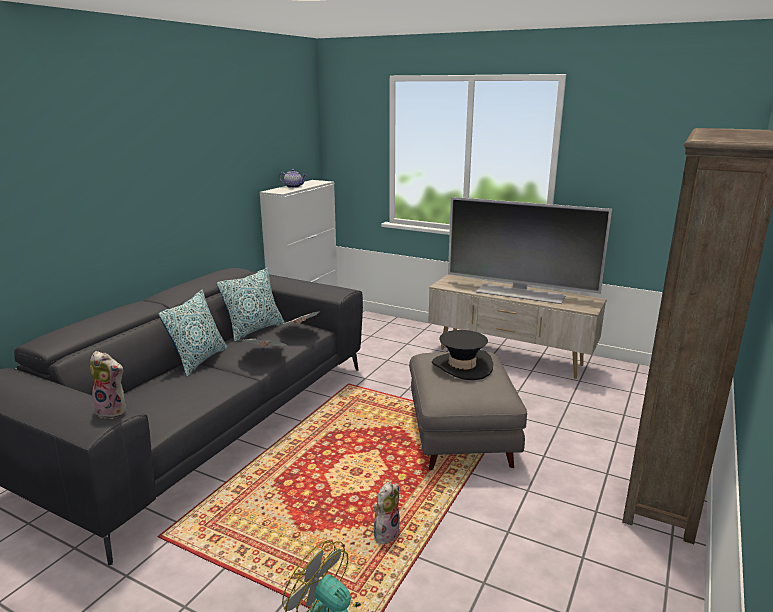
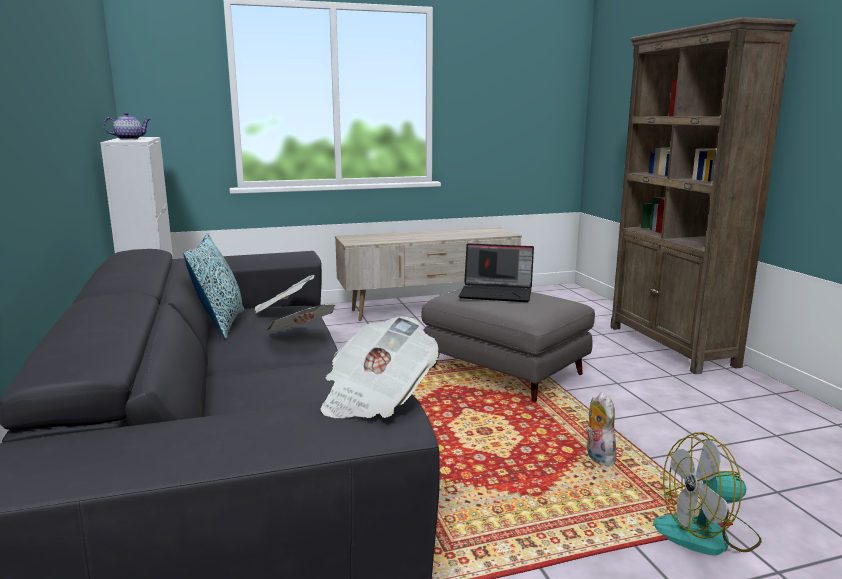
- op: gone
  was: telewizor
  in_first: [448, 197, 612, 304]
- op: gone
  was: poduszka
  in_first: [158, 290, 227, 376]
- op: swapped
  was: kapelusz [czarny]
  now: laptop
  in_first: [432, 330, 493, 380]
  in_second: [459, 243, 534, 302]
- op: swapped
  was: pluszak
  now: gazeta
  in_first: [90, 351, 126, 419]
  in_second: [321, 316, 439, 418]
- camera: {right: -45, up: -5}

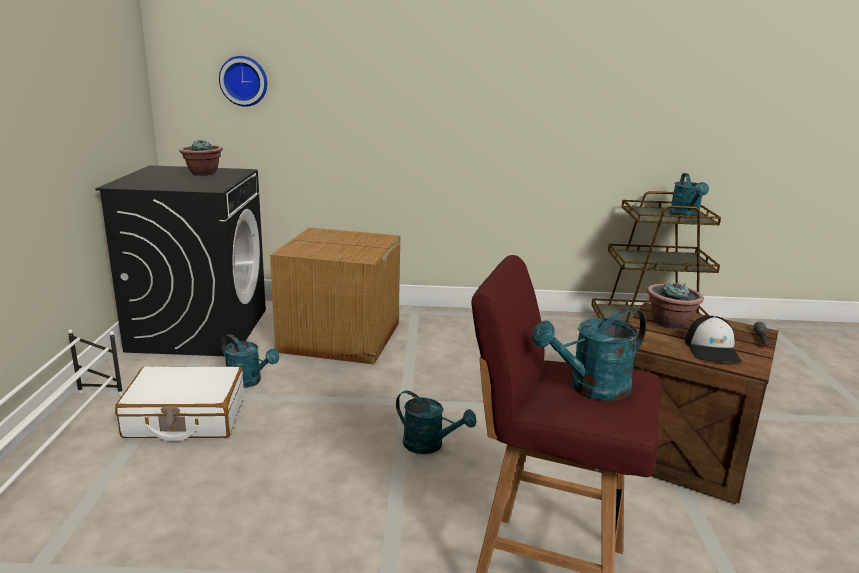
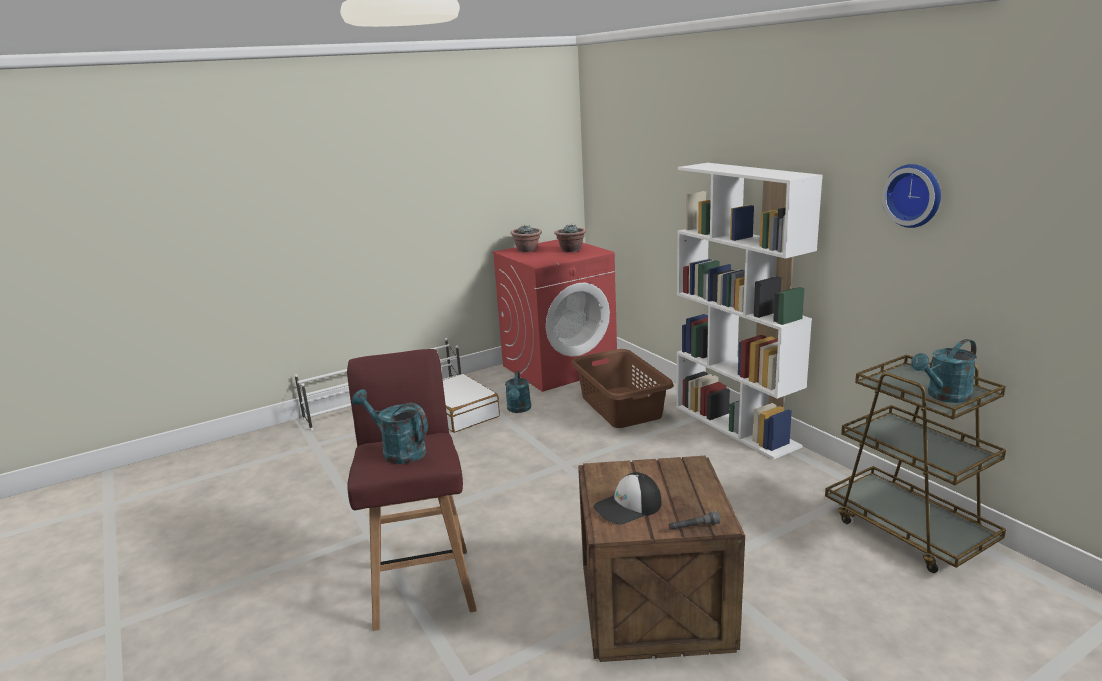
- op: shifted
  was: zegar ścienny
  in_first: [219, 56, 267, 107]
  in_second: [882, 164, 941, 228]
- op: repainted
  was: pralka [czarny]
  now: pralka [czerwony]
  in_first: [95, 165, 266, 356]
  in_second: [492, 239, 617, 392]
- op: swapped
  was: karton
  now: kosz na pranie [brązowy]
  in_first: [270, 228, 400, 365]
  in_second: [571, 349, 674, 428]
- op: shifted
  was: roślina doniczkowa
  in_first: [647, 281, 704, 329]
  in_second: [511, 225, 542, 252]
- op: gone
  was: konewka [turkusowy]
  in_first: [396, 390, 477, 454]
- op: new
  now: regał [biały]
  in_second: [676, 163, 823, 460]
- camera: {right: 60, up: 0}

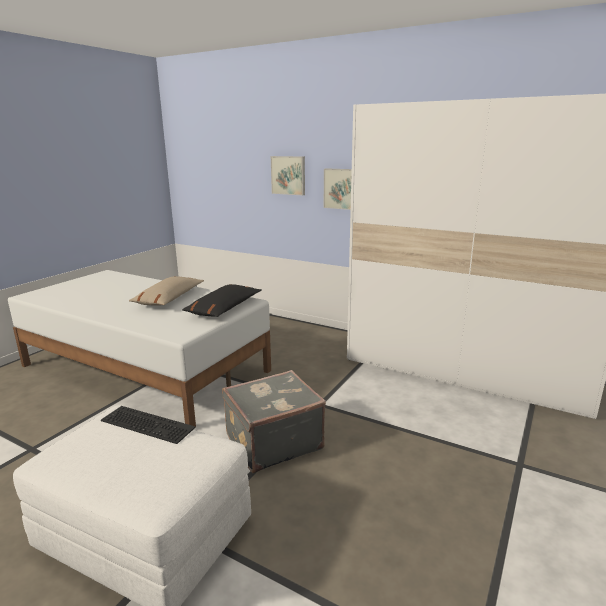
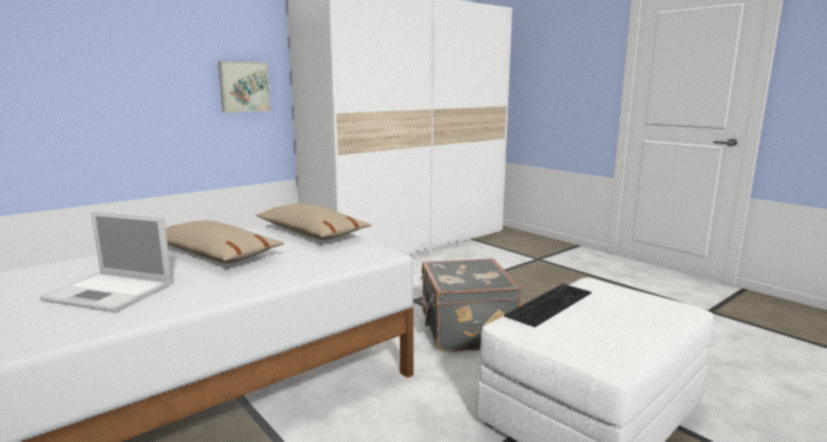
- op: gone
  was: obraz
  in_first: [271, 156, 305, 196]
- op: repainted
  was: poduszka [czarny]
  now: poduszka [beżowy]
  in_first: [182, 284, 262, 317]
  in_second: [256, 203, 372, 240]
- op: new
  now: laptop
  in_second: [39, 211, 172, 312]
- camera: {right: -70, up: -5}

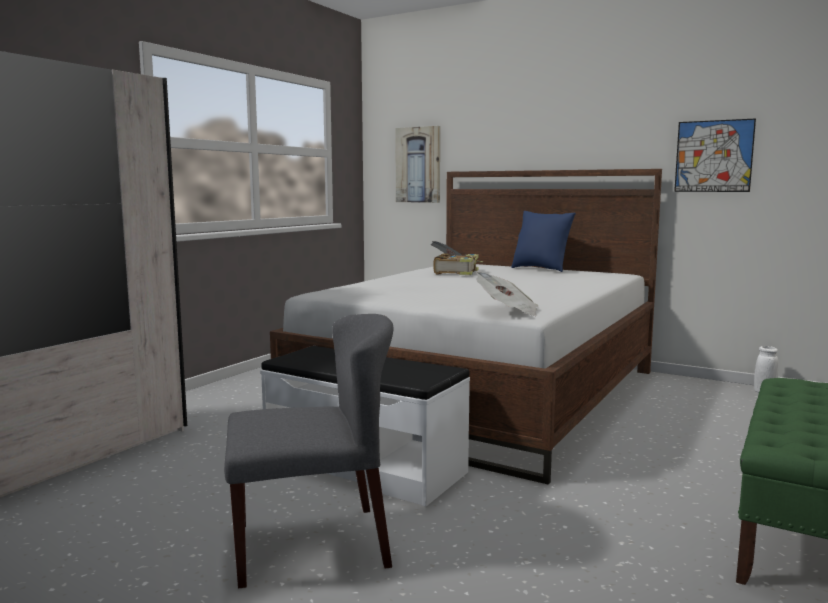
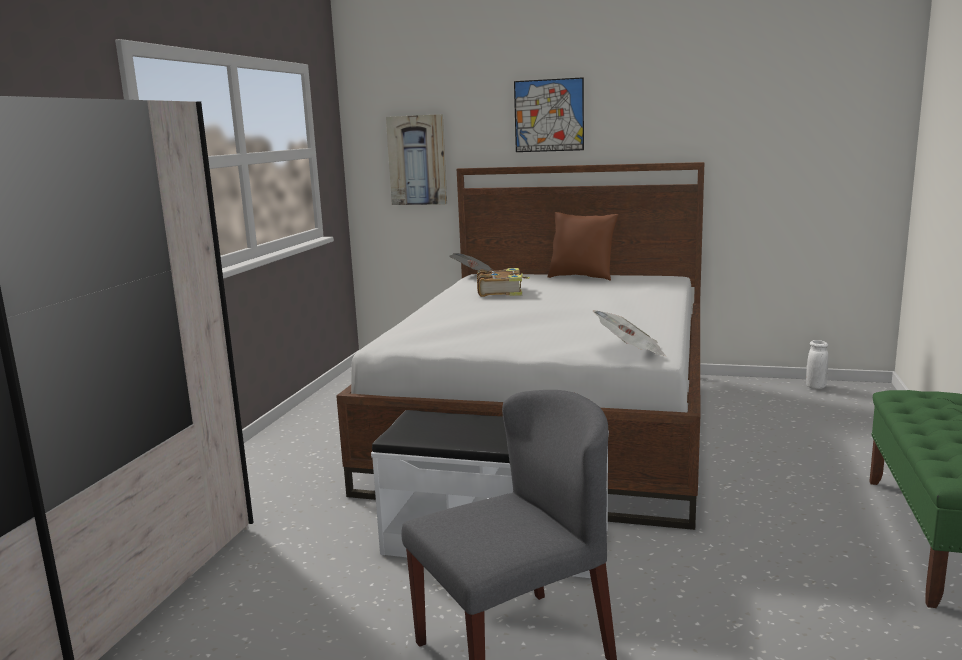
- op: shifted
  was: obraz
  in_first: [674, 118, 756, 192]
  in_second: [514, 77, 584, 152]
- op: repainted
  was: poduszka [niebieski]
  now: poduszka [brązowy]
  in_first: [511, 211, 576, 272]
  in_second: [548, 212, 619, 281]
- camera: {right: -15, up: 5}

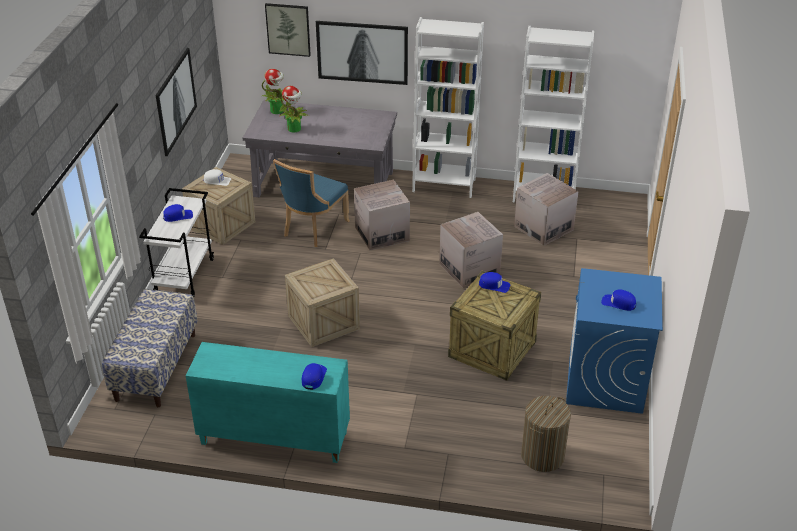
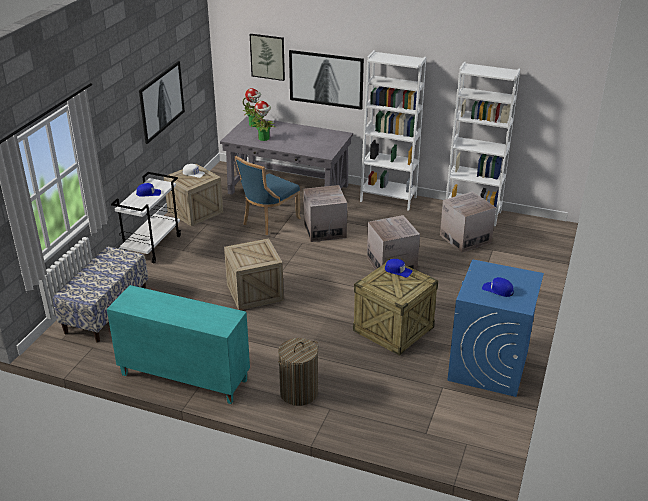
- op: gone
  was: czapka z daszkiem [niebieski]
  in_first: [302, 363, 327, 390]
- op: shifted
  was: kosz na pranie
  in_first: [521, 396, 571, 472]
  in_second: [278, 338, 319, 406]
- camera: {right: 10, up: -5}

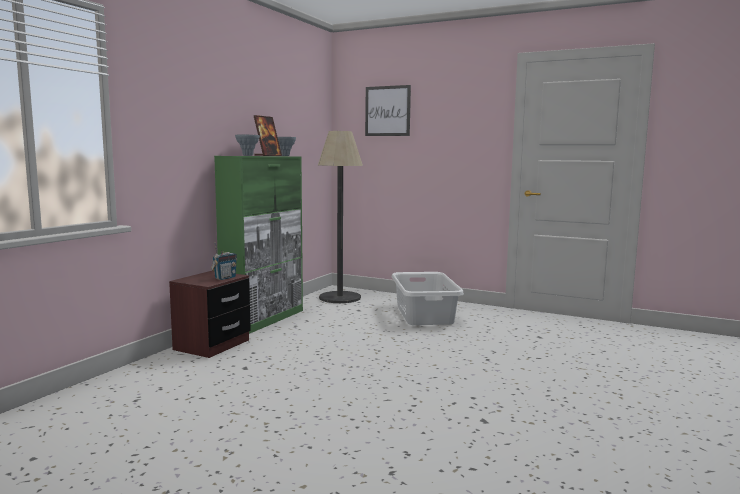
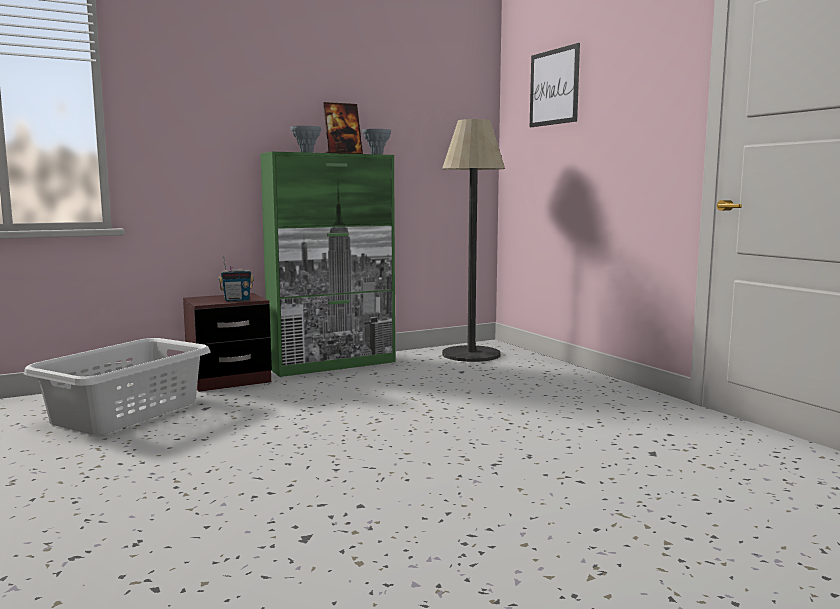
- op: shifted
  was: kosz na pranie [szary]
  in_first: [392, 272, 464, 325]
  in_second: [24, 338, 210, 435]
- camera: {right: 35, up: 0}

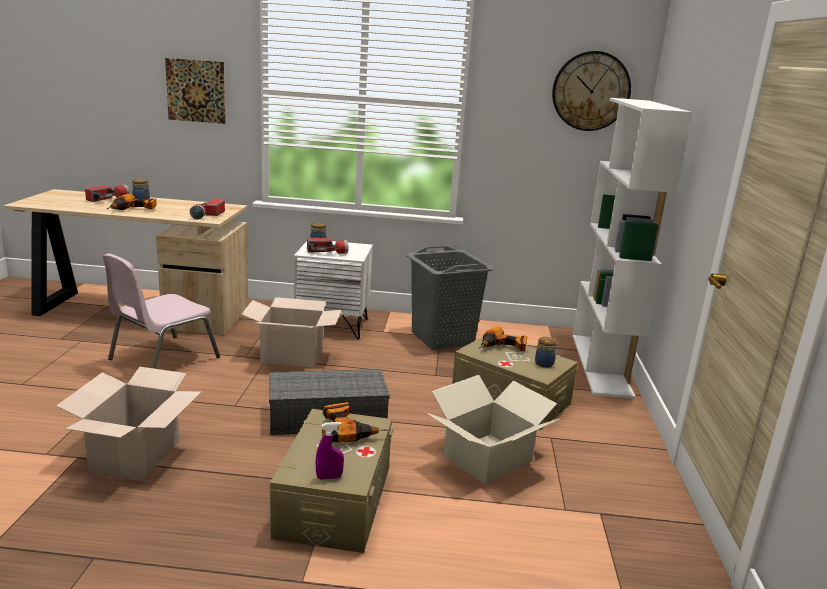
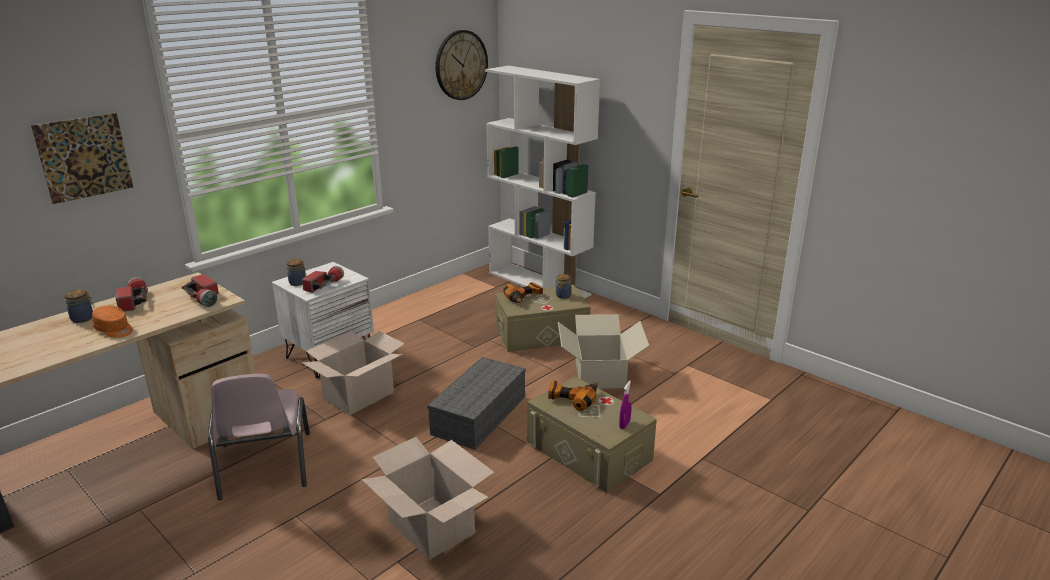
- op: shifted
  was: latarka
  in_first: [85, 184, 130, 202]
  in_second: [116, 277, 148, 312]
- op: swapped
  was: wiertarka
  now: czapka z daszkiem [pomarańczowy]
  in_first: [107, 194, 157, 210]
  in_second: [92, 305, 133, 338]
- op: gone
  was: kosz na pranie [szary]
  in_first: [406, 246, 494, 350]
- camera: {right: -50, up: 5}

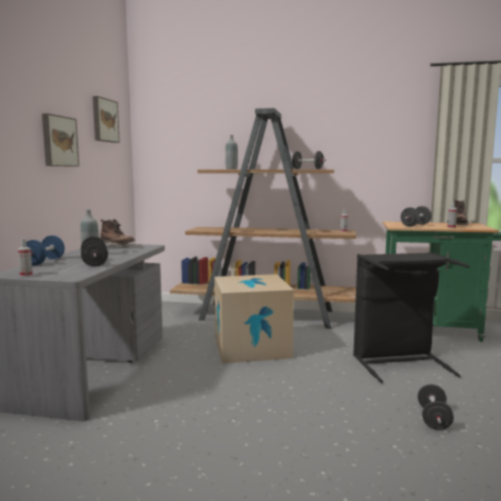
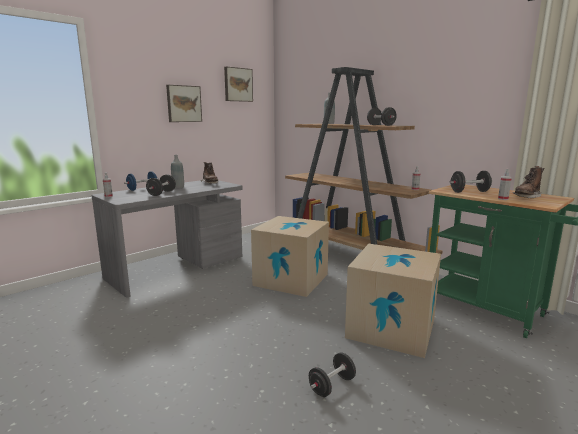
- op: swapped
  was: kosz na pranie [czarny]
  now: karton
  in_first: [353, 252, 469, 383]
  in_second: [345, 244, 441, 358]
- camera: {right: 35, up: 5}

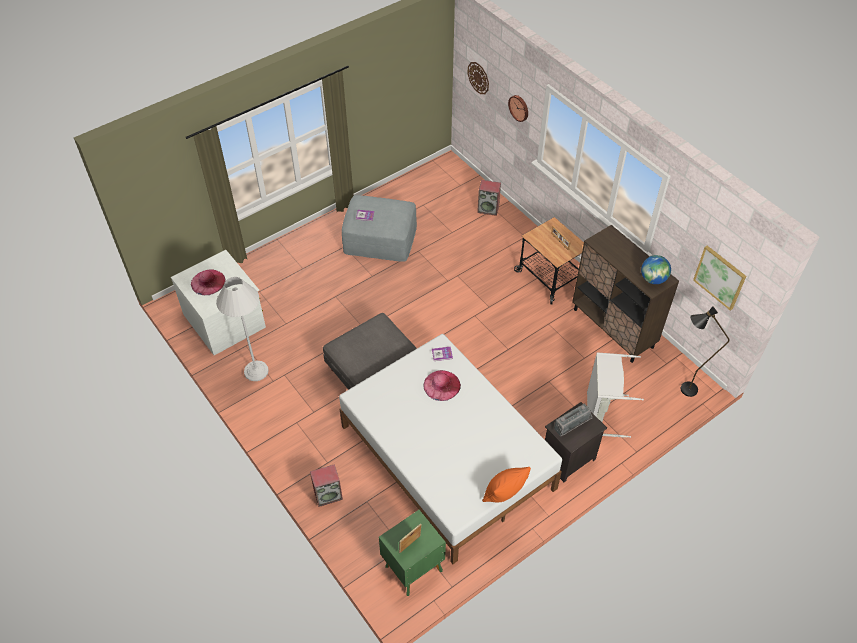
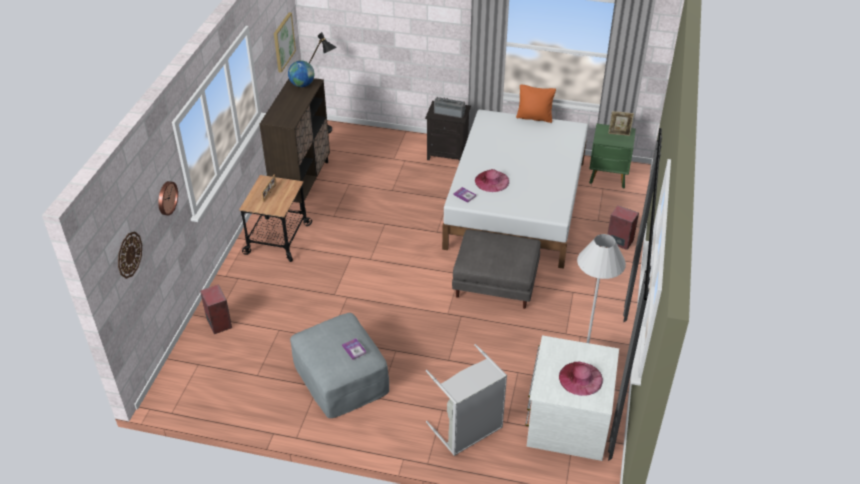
- op: shifted
  was: kosz na pranie [szary]
  in_first: [587, 352, 644, 438]
  in_second: [426, 344, 507, 456]
- camera: {right: -130, up: -10}

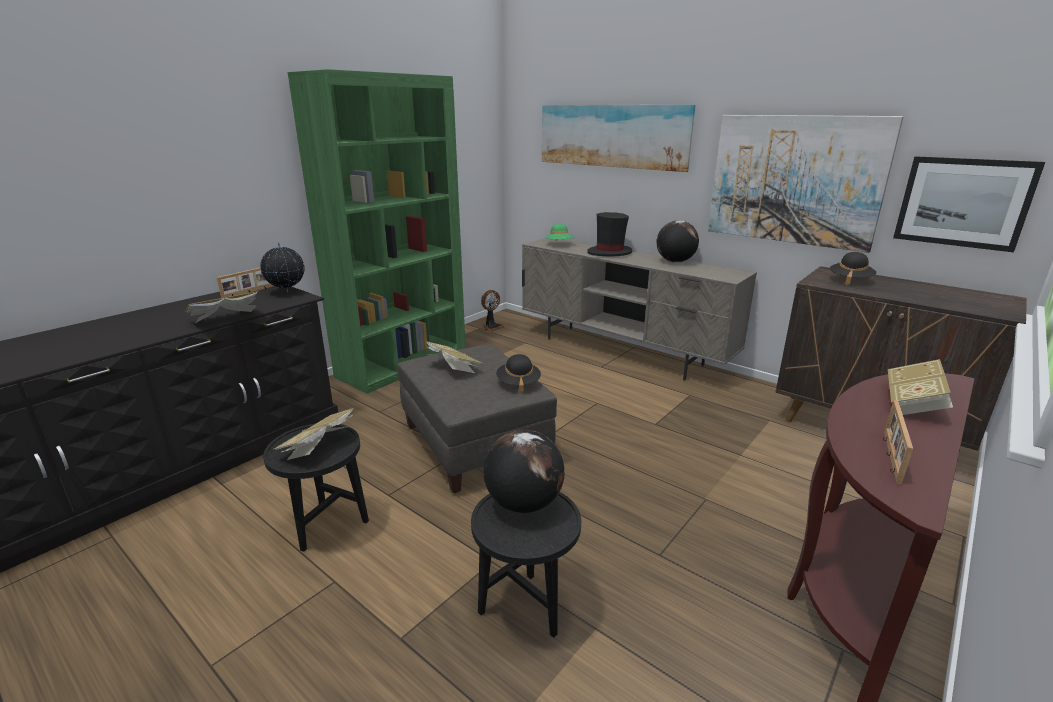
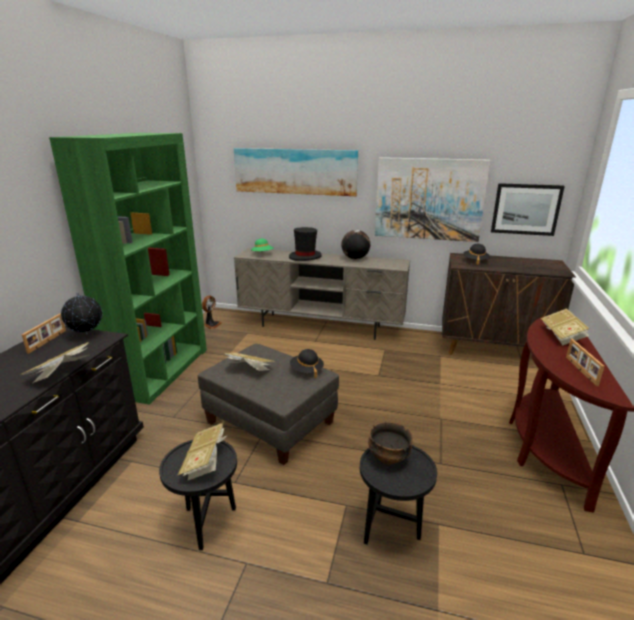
- op: swapped
  was: globus
  now: miska
  in_first: [483, 429, 565, 513]
  in_second: [368, 422, 413, 464]
- camera: {right: -25, up: 0}

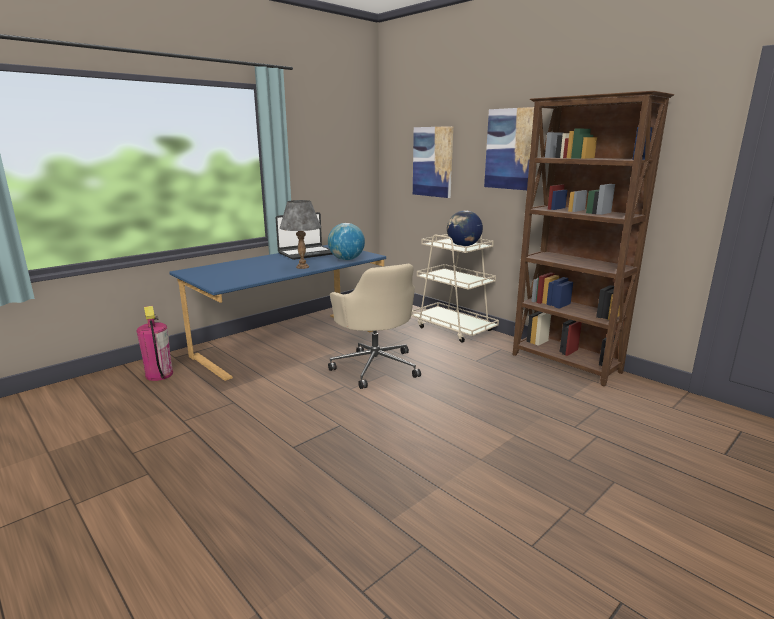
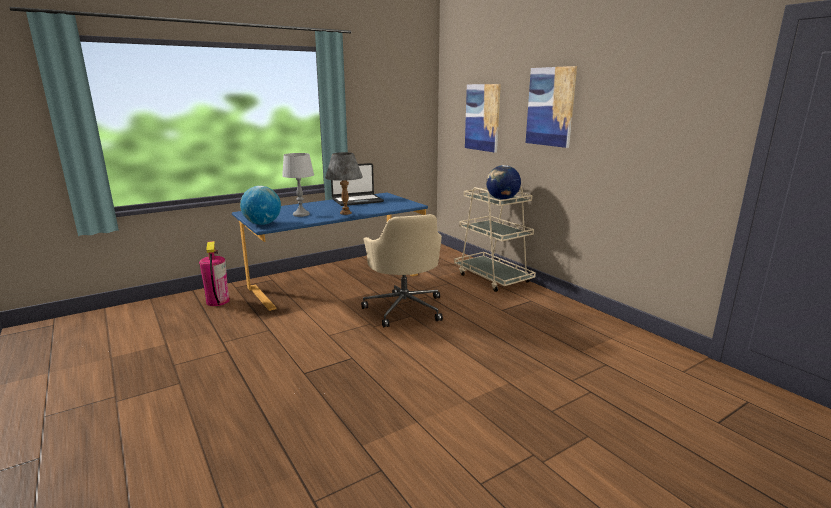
- op: gone
  was: regał [brązowy]
  in_first: [513, 91, 674, 386]
- op: shifted
  was: globus
  in_first: [328, 223, 365, 260]
  in_second: [240, 186, 281, 225]
- op: new
  now: lampa stołowa [szary]
  in_second: [282, 153, 314, 217]
- camera: {right: 10, up: 0}

